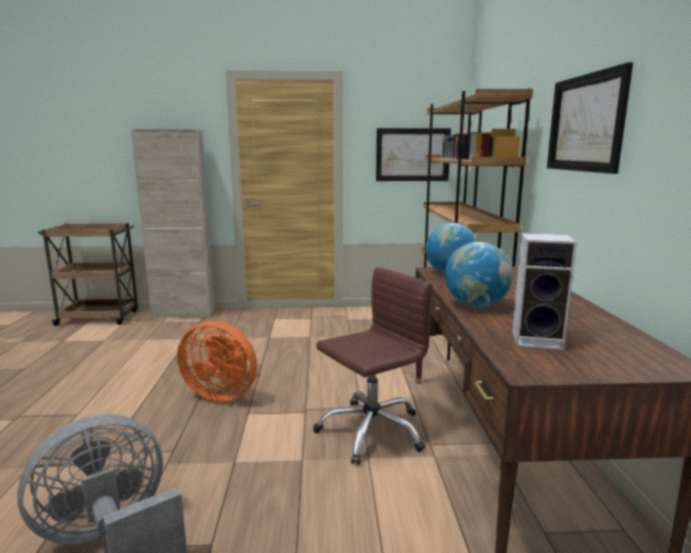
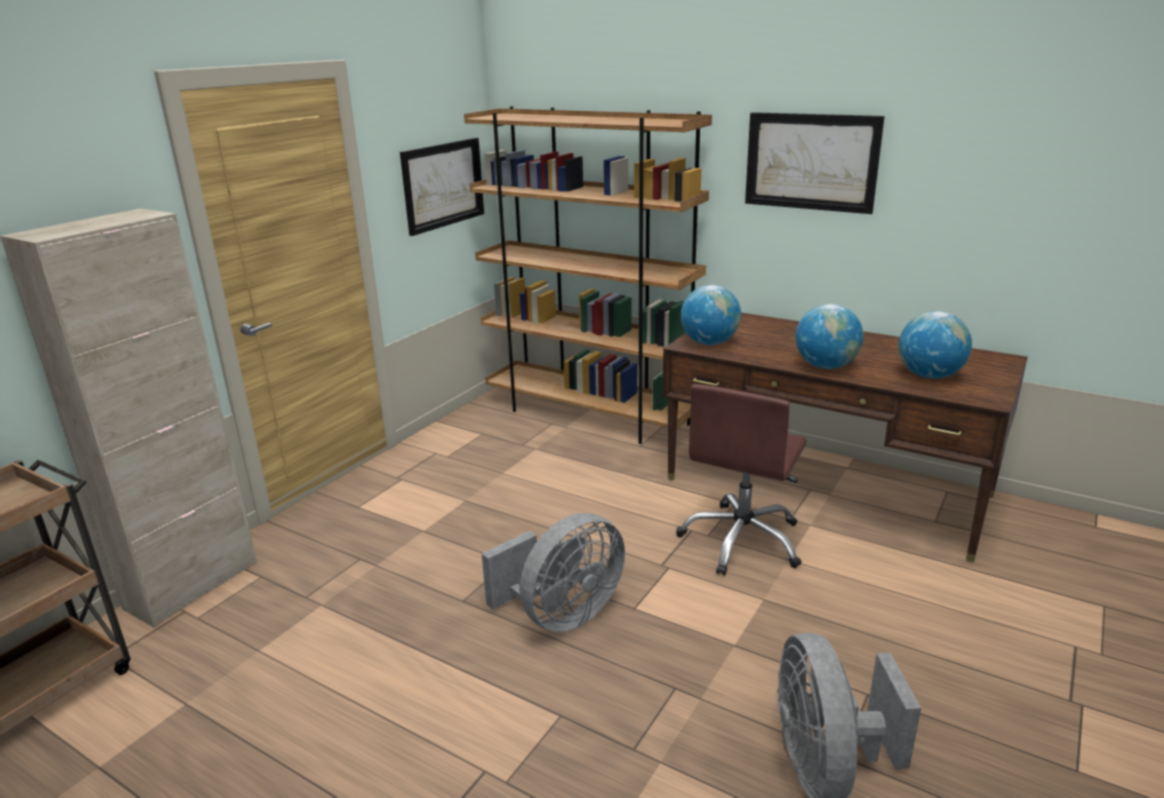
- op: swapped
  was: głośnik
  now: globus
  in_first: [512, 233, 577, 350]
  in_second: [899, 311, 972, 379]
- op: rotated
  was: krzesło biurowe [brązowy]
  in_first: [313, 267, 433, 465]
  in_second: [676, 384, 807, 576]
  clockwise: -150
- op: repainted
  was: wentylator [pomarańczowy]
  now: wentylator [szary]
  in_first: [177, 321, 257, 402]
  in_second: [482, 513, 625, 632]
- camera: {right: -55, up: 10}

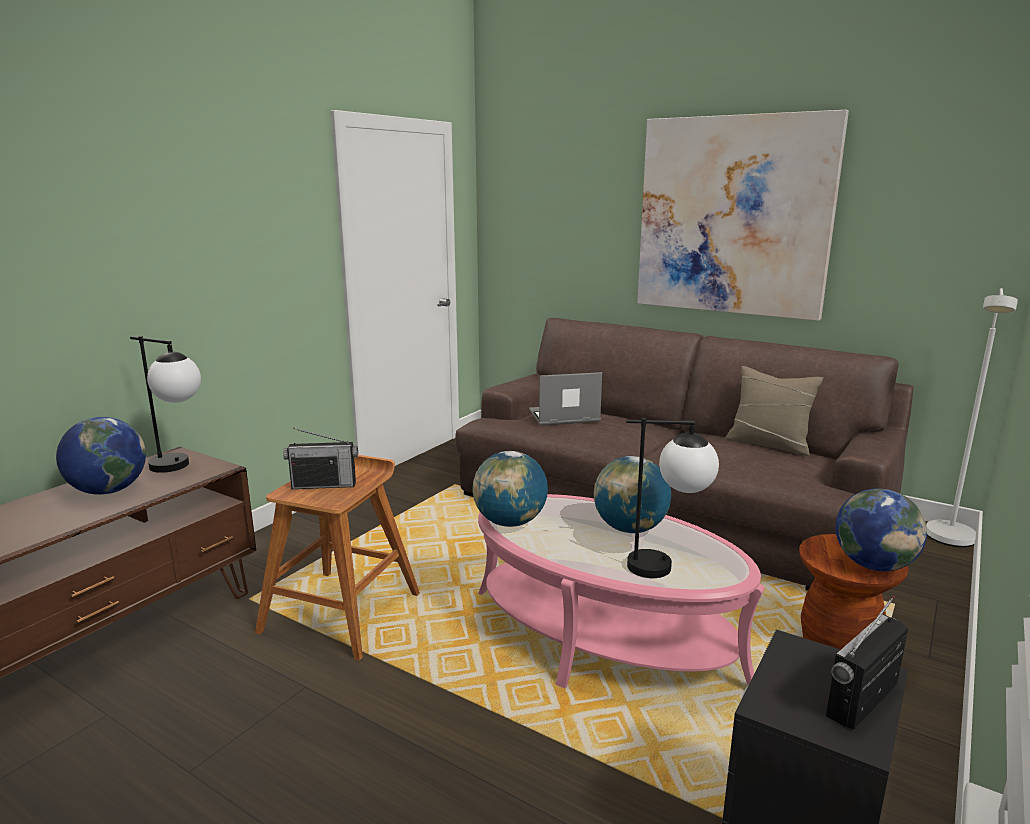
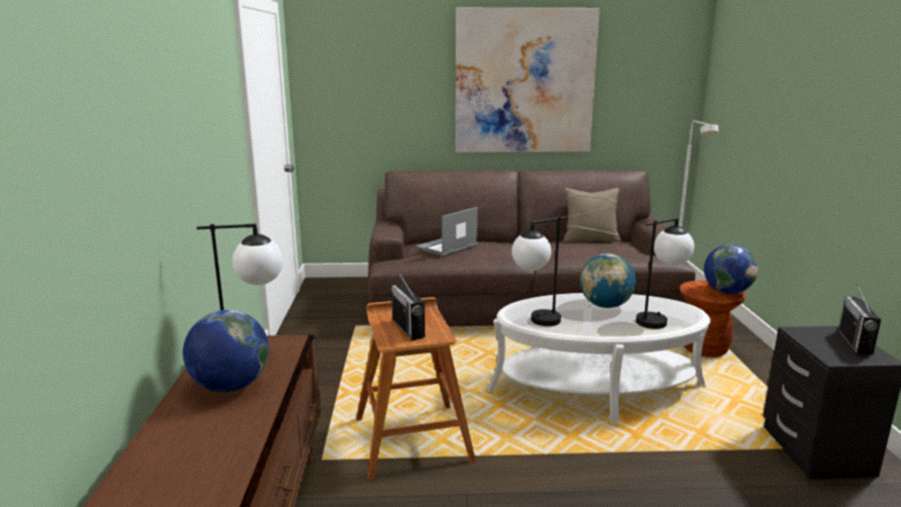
- op: rotated
  was: radio
  in_first: [283, 428, 358, 489]
  in_second: [391, 271, 425, 340]
  clockwise: 105
- op: swapped
  was: globus
  now: lampa stołowa
  in_first: [472, 451, 548, 527]
  in_second: [512, 216, 568, 326]
- op: repainted
  was: ława [różowy]
  now: ława [biały]
  in_first: [478, 494, 765, 688]
  in_second: [488, 293, 711, 424]
- camera: {right: -35, up: 0}

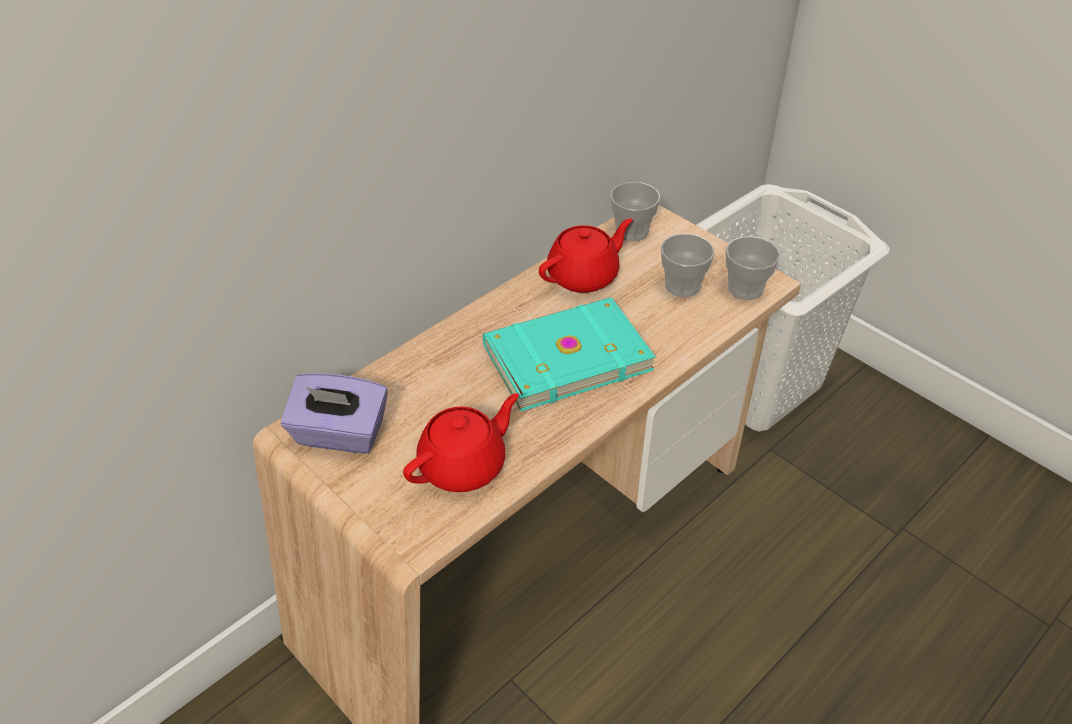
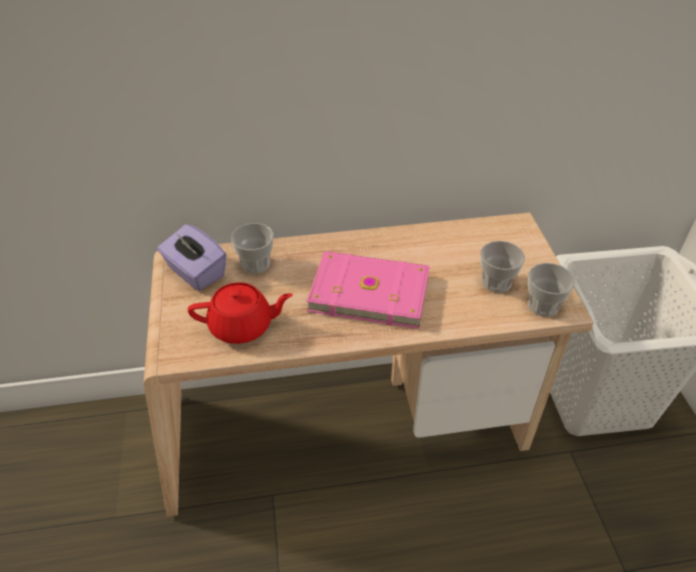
- op: shifted
  was: filiżanka
  in_first: [610, 182, 660, 242]
  in_second: [231, 223, 274, 274]
- op: gone
  was: imbryk [czerwony]
  in_first: [539, 218, 633, 293]
- op: repainted
  was: książka [turkusowy]
  now: książka [różowy]
  in_first: [483, 297, 655, 411]
  in_second: [306, 251, 430, 329]
- camera: {right: 35, up: 0}

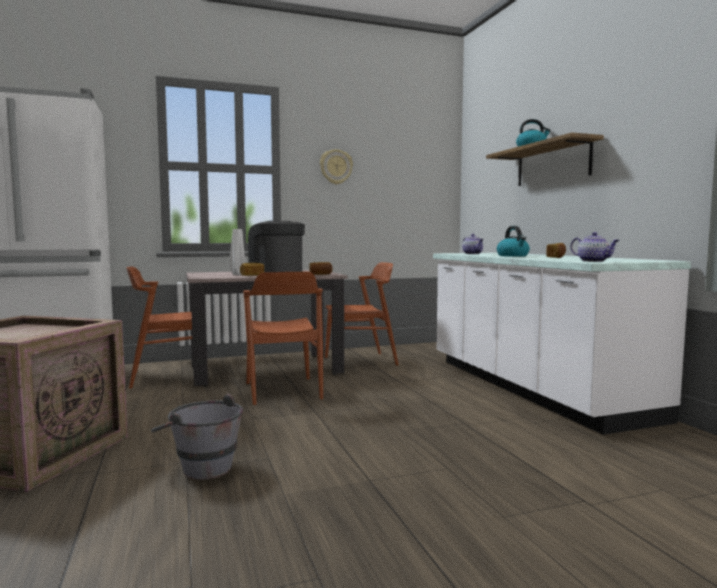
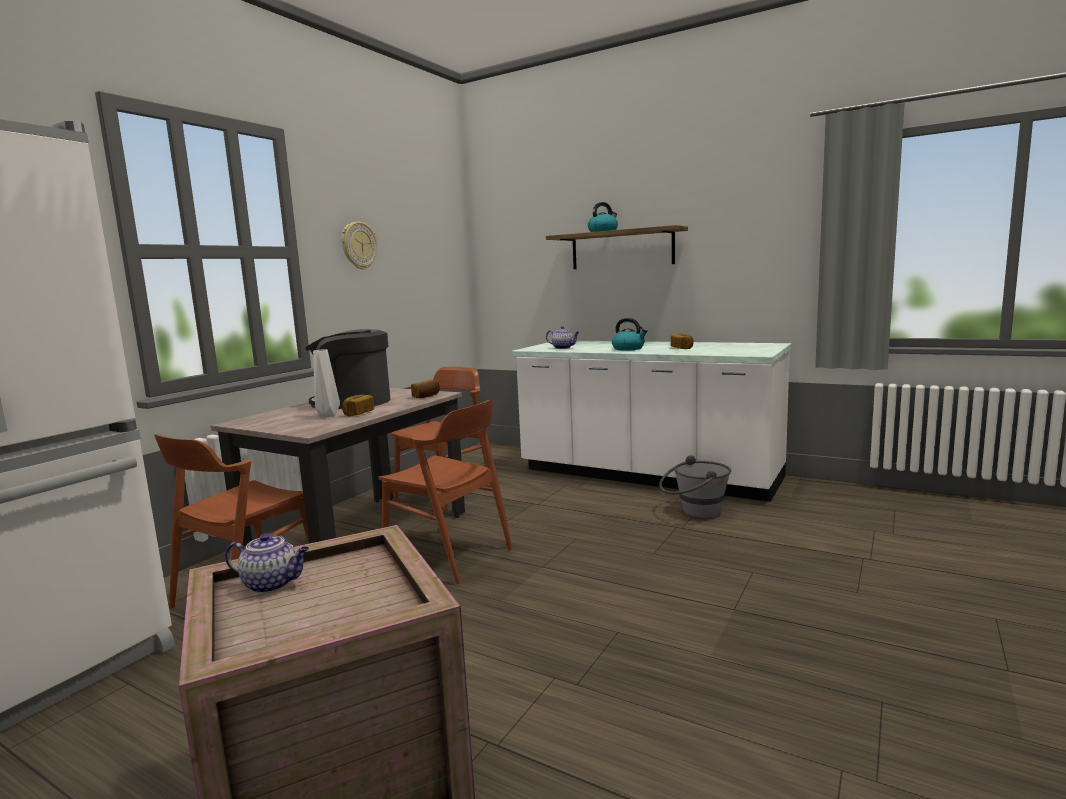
- op: shifted
  was: imbryk
  in_first: [570, 232, 619, 262]
  in_second: [225, 533, 309, 593]
- op: shifted
  was: wiadro [szary]
  in_first: [151, 394, 243, 480]
  in_second: [659, 455, 731, 519]
- camera: {right: -40, up: 5}

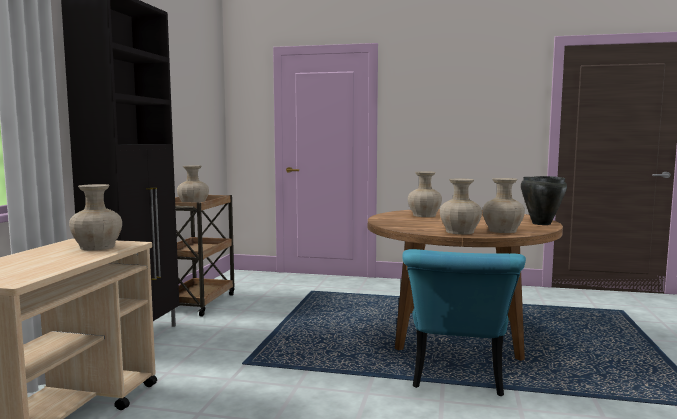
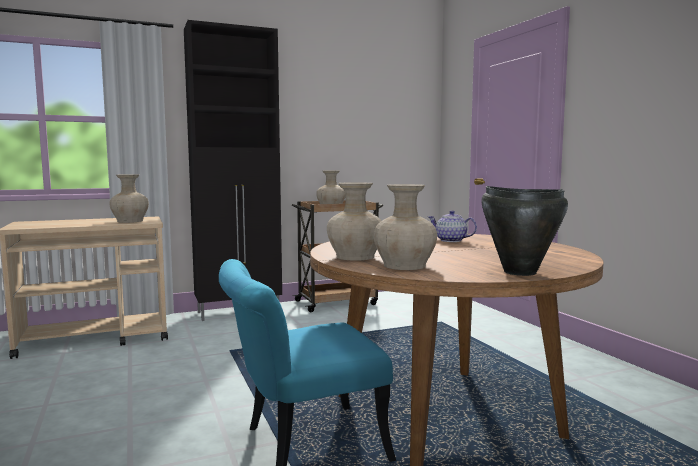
- op: swapped
  was: wazon [beżowy]
  now: imbryk
  in_first: [408, 171, 442, 217]
  in_second: [428, 210, 477, 242]
- camera: {right: 55, up: 0}

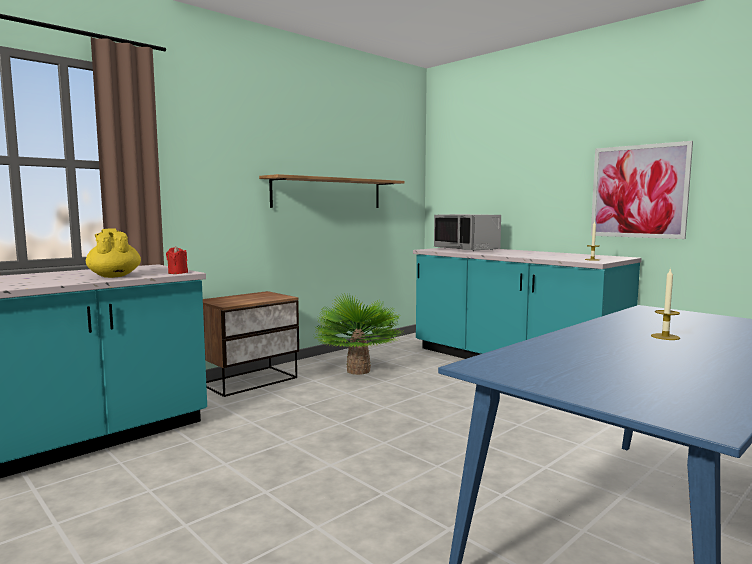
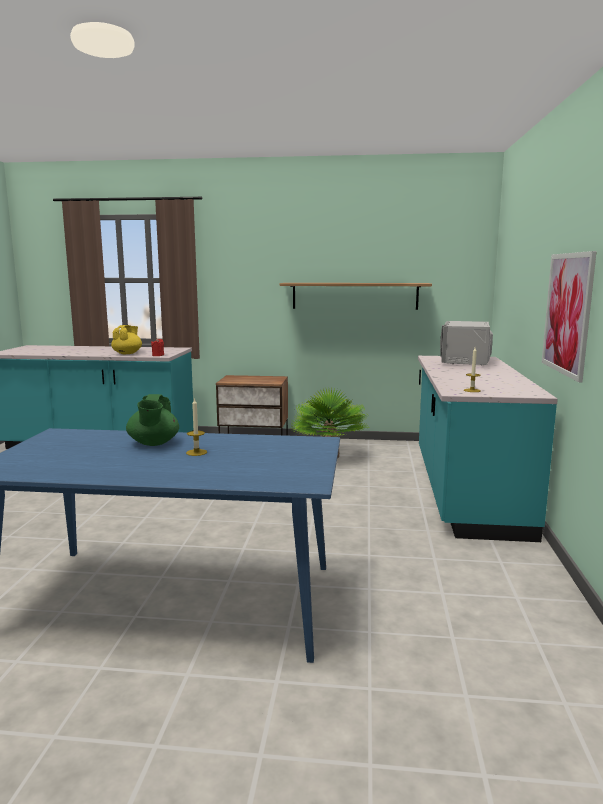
- op: new
  now: imbryk [zielony]
  in_second: [126, 394, 179, 446]
- camera: {right: 50, up: 5}

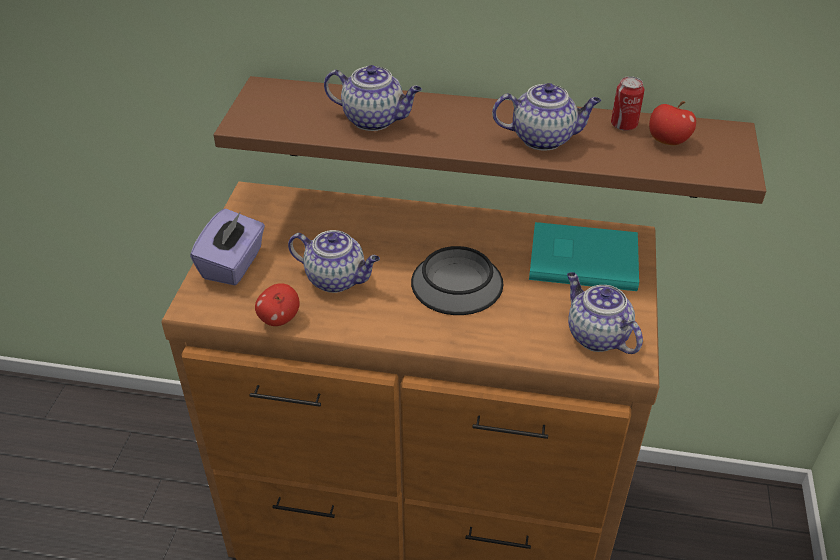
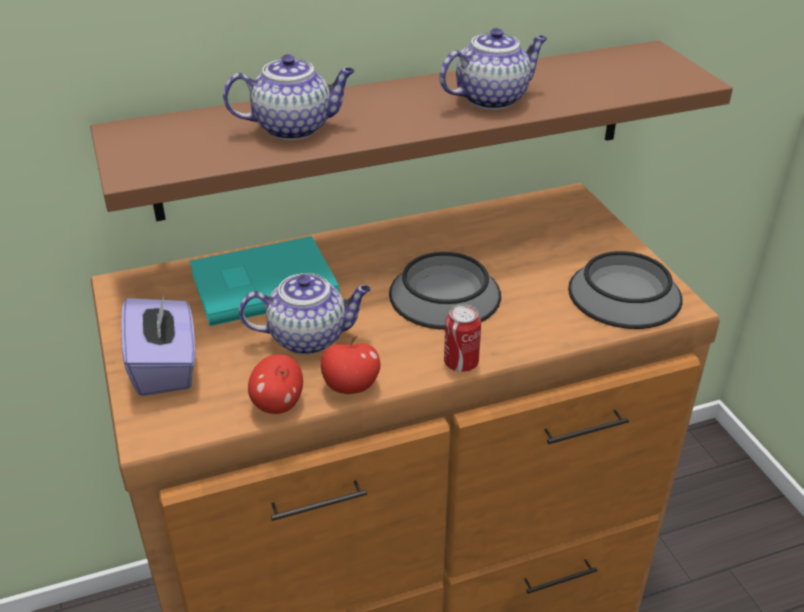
- op: shifted
  was: puszka
  in_first: [611, 76, 644, 131]
  in_second: [444, 304, 481, 372]
- op: shifted
  was: jabłko
  in_first: [649, 101, 696, 145]
  in_second: [321, 335, 380, 394]
- op: shifted
  was: książka [turkusowy]
  in_first: [529, 222, 639, 291]
  in_second: [190, 236, 340, 326]
- op: swapped
  was: imbryk
  now: miska
  in_first: [567, 272, 643, 354]
  in_second: [568, 251, 683, 329]
- camera: {right: -30, up: -5}

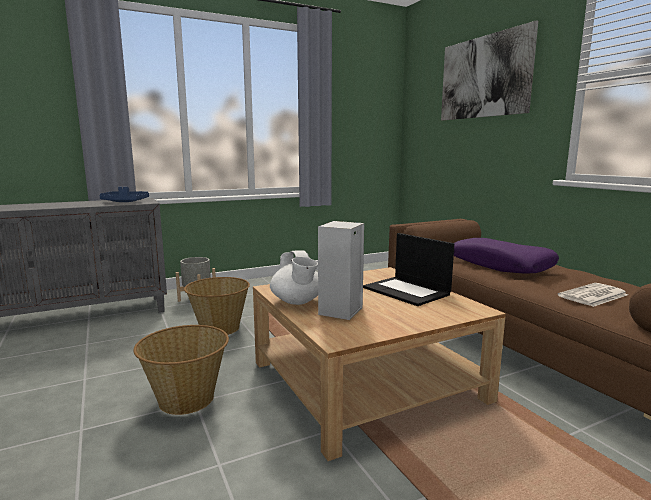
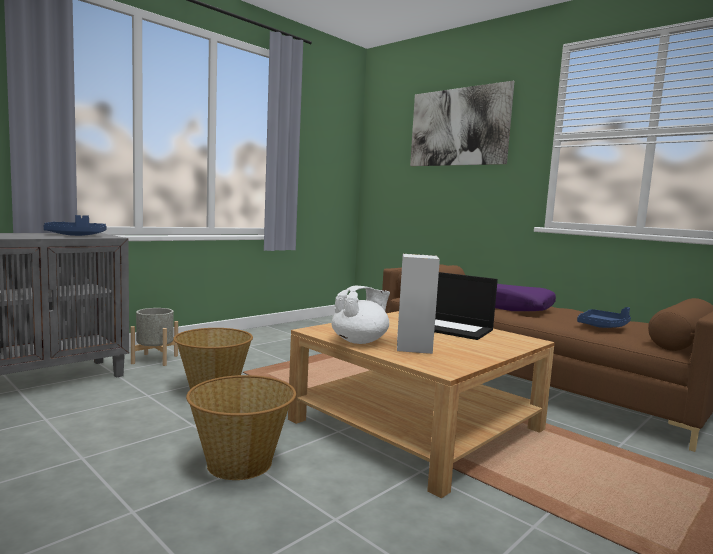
- op: rotated
  was: imbryk [biały]
  in_first: [270, 250, 318, 305]
  in_second: [332, 286, 390, 344]
  clockwise: -90
- op: swapped
  was: gazeta
  now: taca [niebieski]
  in_first: [558, 283, 628, 307]
  in_second: [577, 307, 631, 328]
- camera: {right: -20, up: -5}

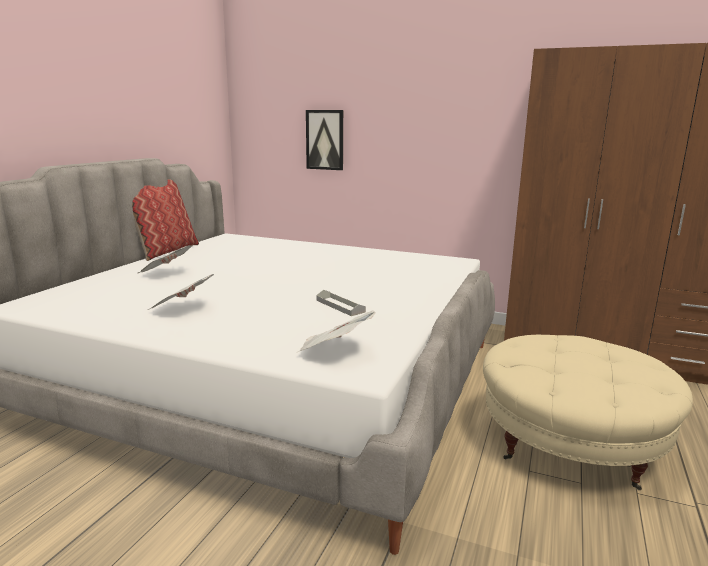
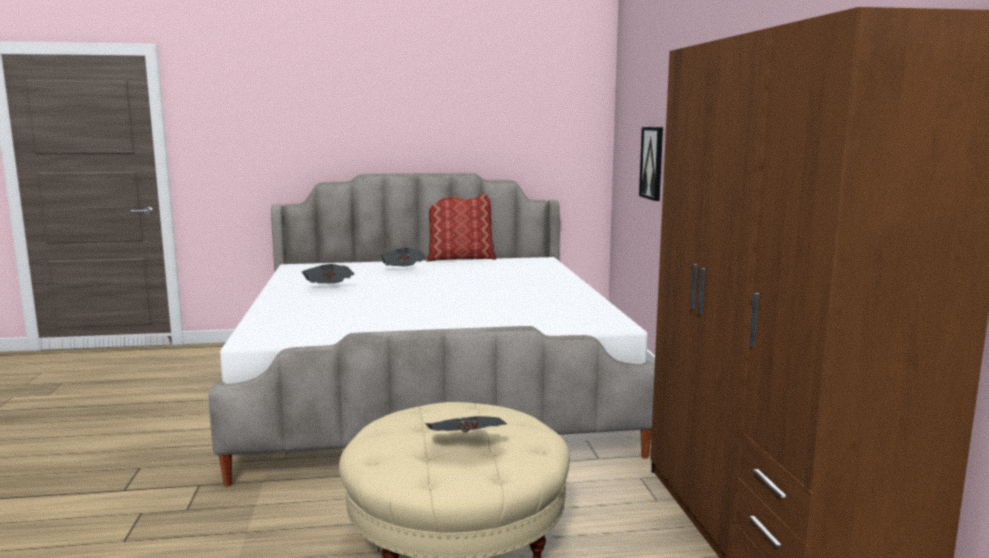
- op: gone
  was: taca [szary]
  in_first: [316, 290, 366, 316]
- op: shifted
  was: gazeta
  in_first: [298, 310, 376, 352]
  in_second: [424, 416, 507, 433]
- camera: {right: 60, up: -5}

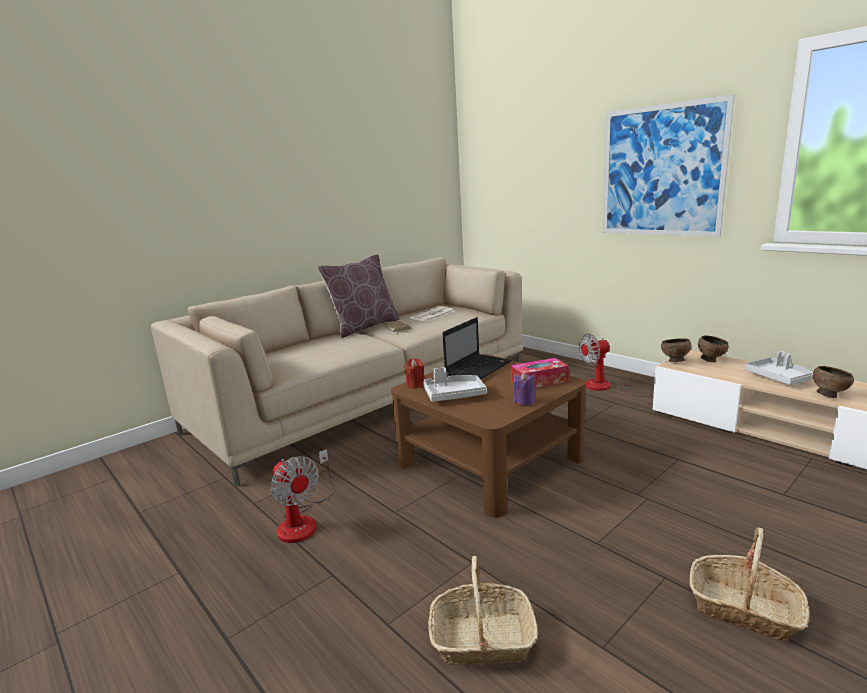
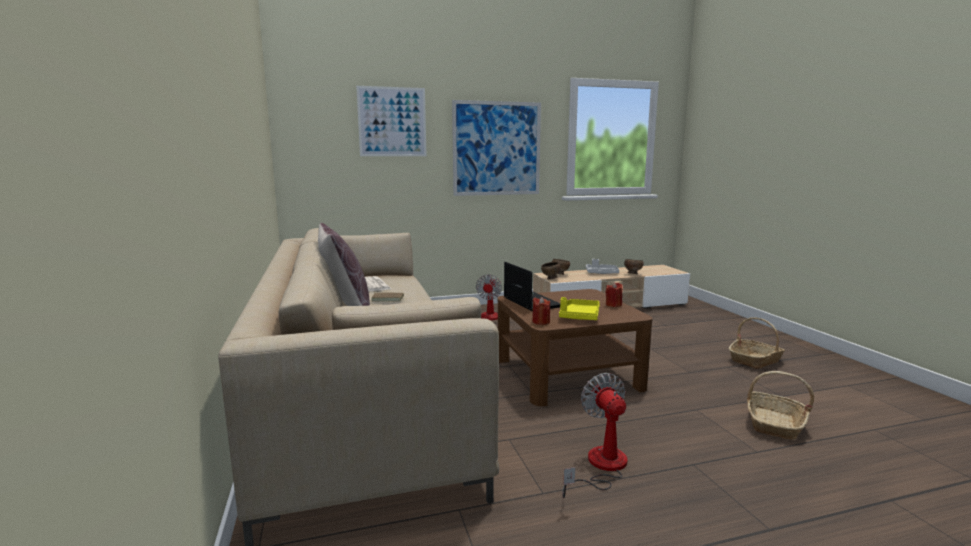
- op: gone
  was: pudełko chusteczek
  in_first: [511, 358, 569, 388]
- op: repainted
  was: taca [szary]
  now: taca [żółty]
  in_first: [423, 367, 487, 402]
  in_second: [559, 297, 600, 320]
- op: repainted
  was: świeca [fioletowy]
  now: świeca [czerwony]
  in_first: [514, 372, 535, 405]
  in_second: [605, 282, 623, 307]
- op: rotated
  was: wentylator
  in_first: [271, 449, 334, 543]
  in_second: [562, 373, 627, 498]
  clockwise: -90
- op: new
  now: obraz
  in_second: [356, 86, 427, 156]
- camera: {right: -65, up: -5}

